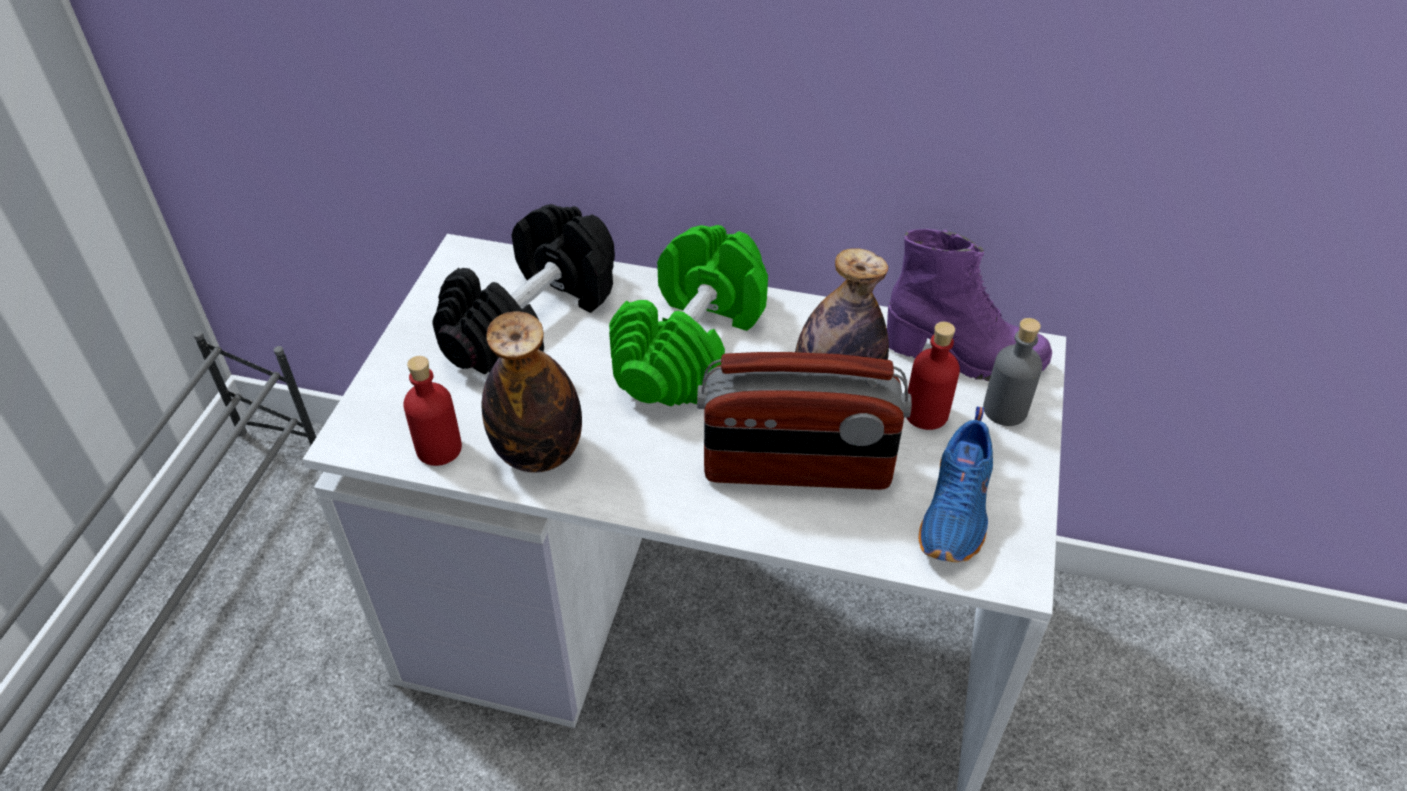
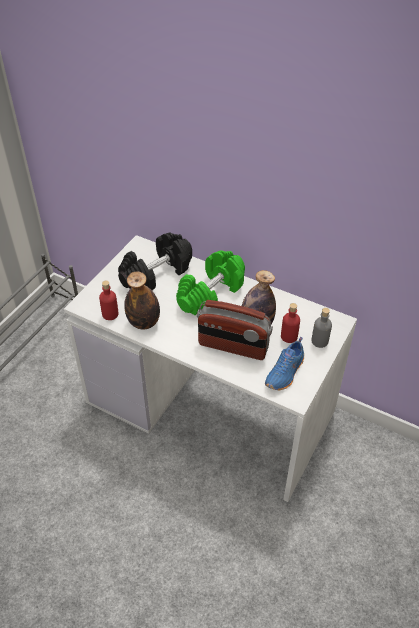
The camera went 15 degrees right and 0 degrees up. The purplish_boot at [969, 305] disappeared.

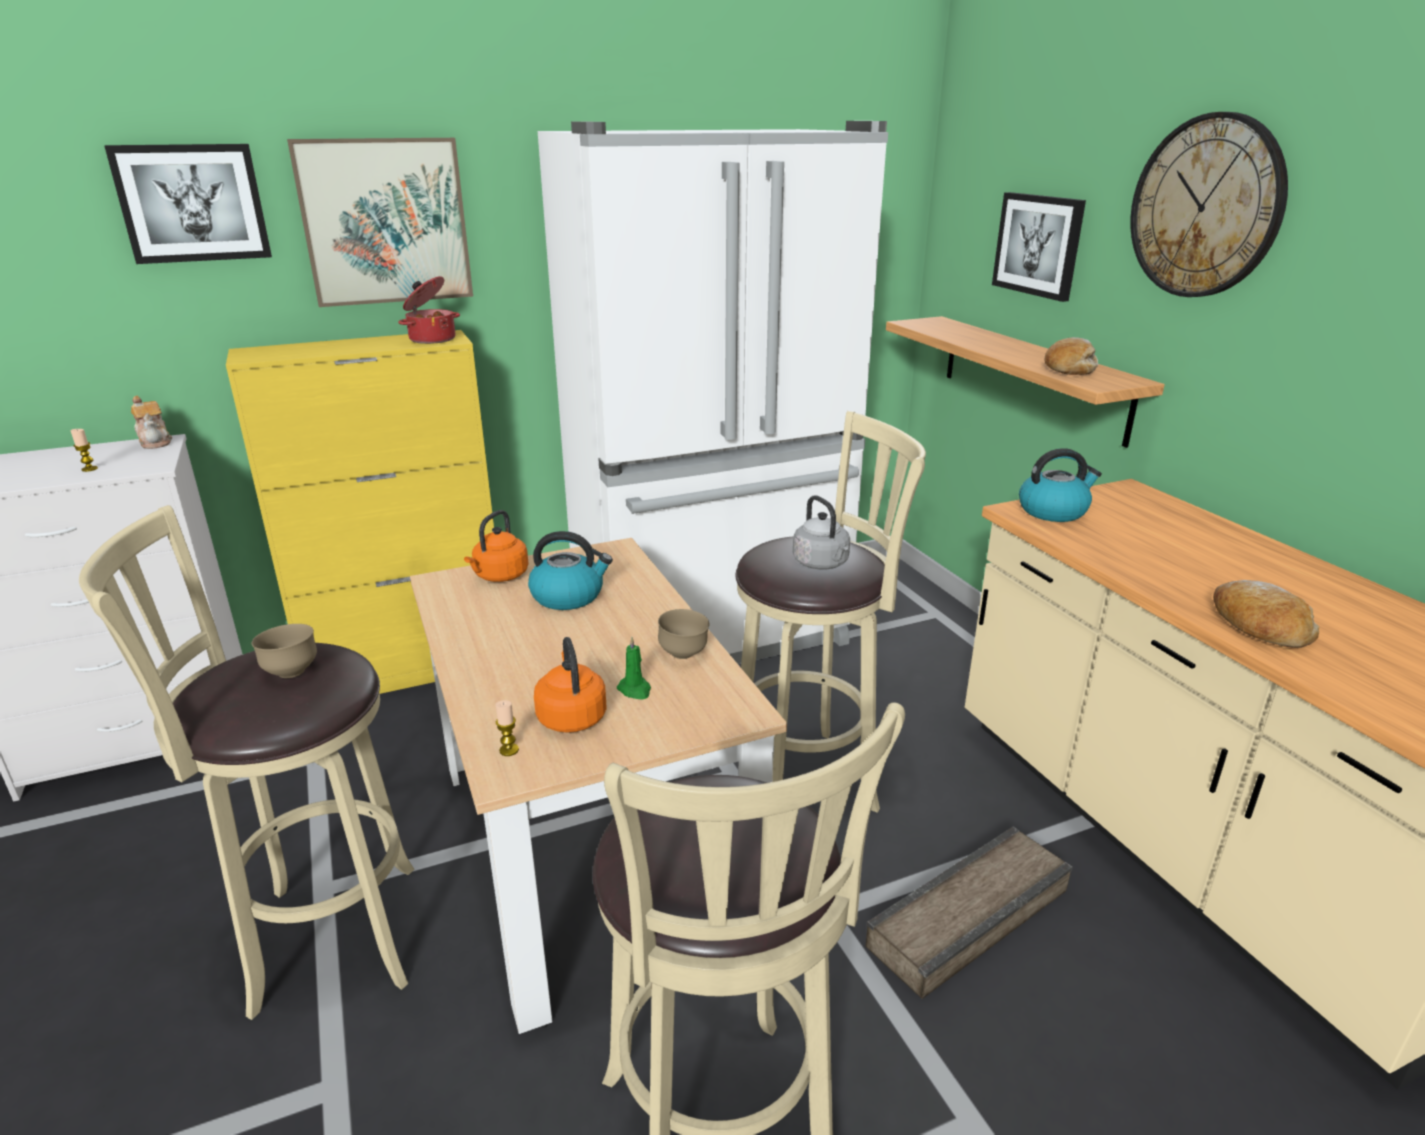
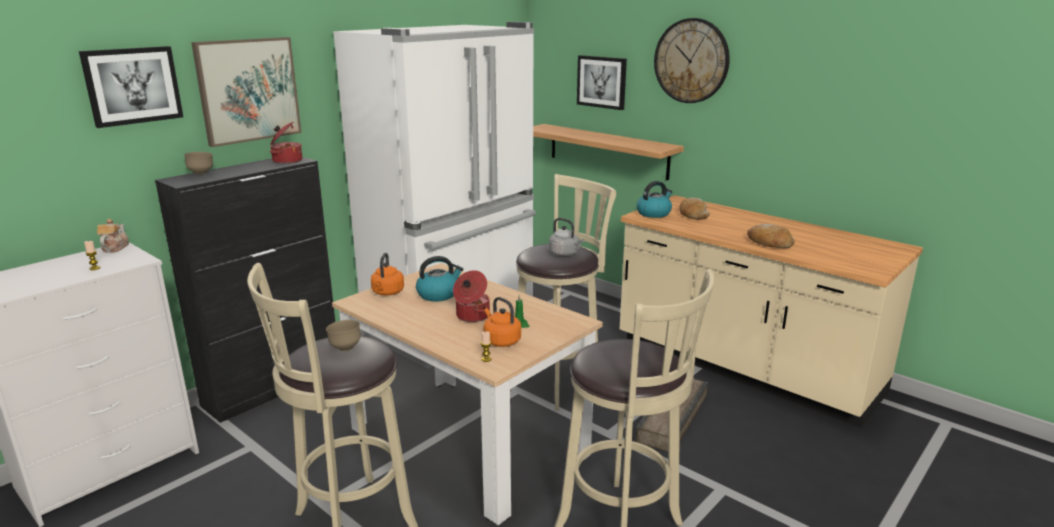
The camera went 25 degrees left and 5 degrees down. The tea_pot at [151, 422] turned 120 degrees counterclockwise. The yellowish_cupboard at [360, 512] became the black-coloured_cupboard at [245, 290]. The brownish_bowl moved from [683, 634] to [198, 163]. The saucepot at [471, 296] appeared. The bread moved from [1072, 356] to [694, 208].

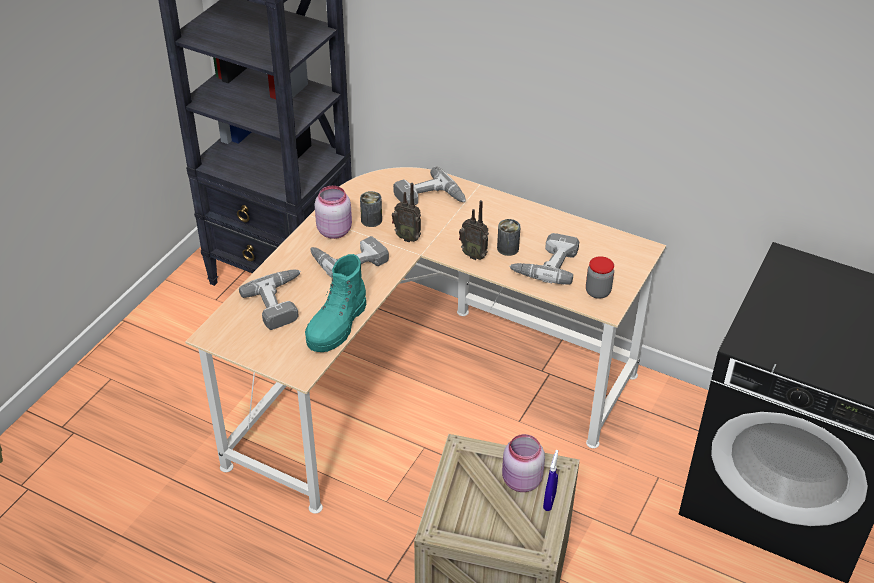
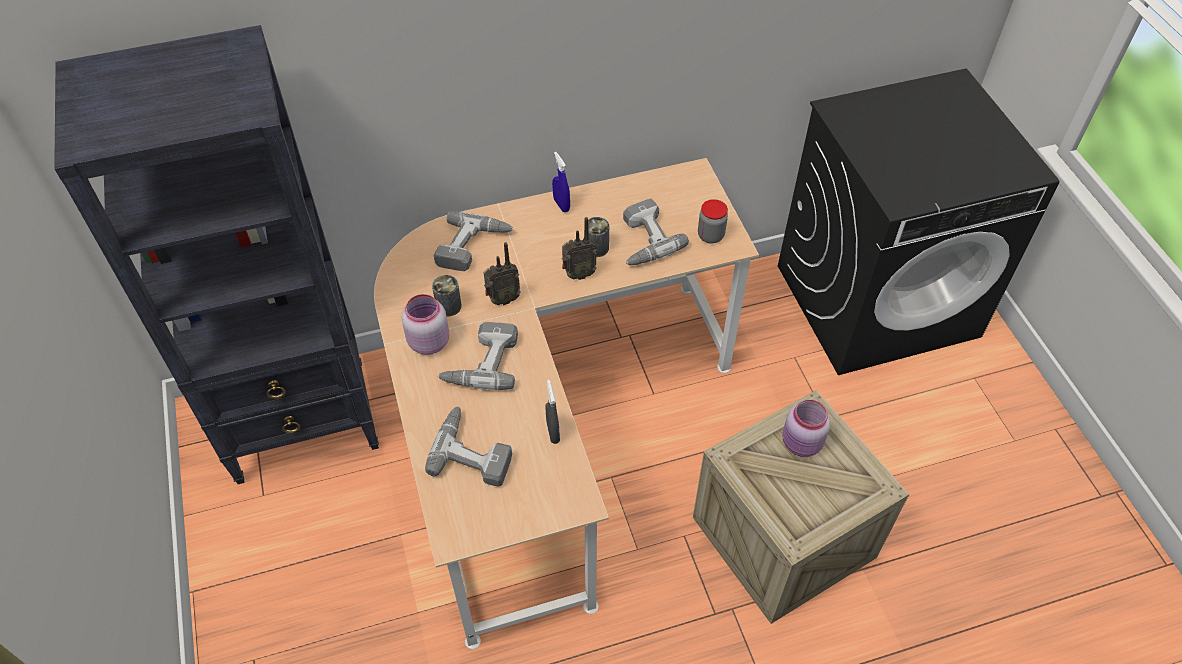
The camera went 45 degrees left and 10 degrees up. The turquoise-coloured_boot at [335, 303] was replaced by the greyish_sprayer at [552, 412]. The blue_sprayer moved from [550, 480] to [561, 182].

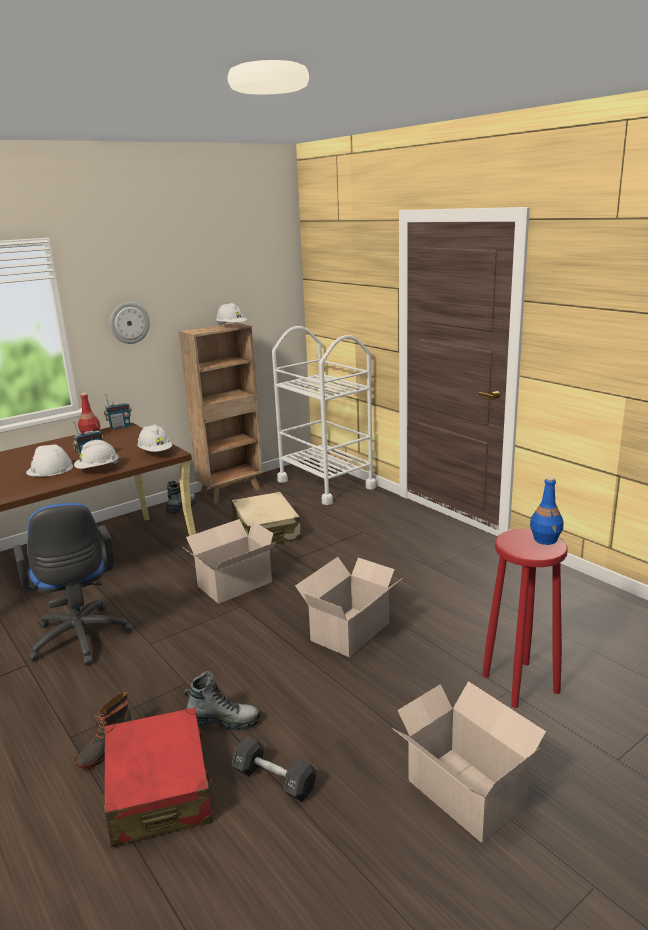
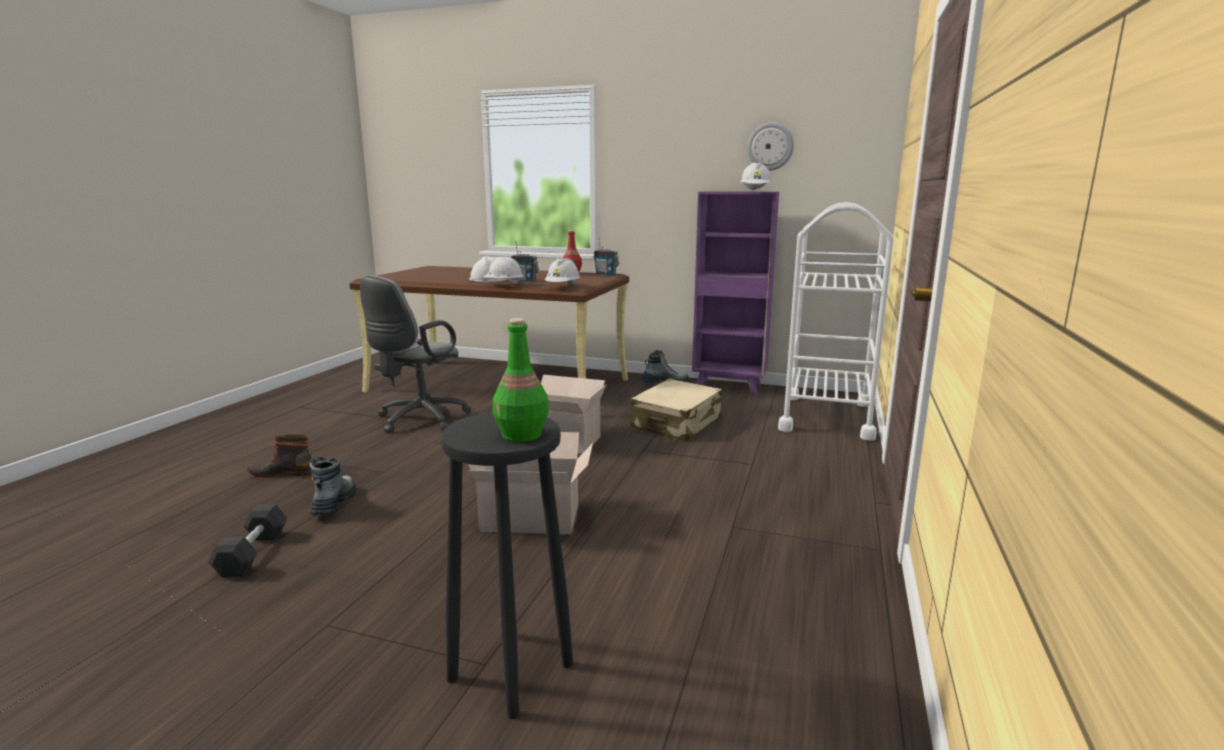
The camera went 55 degrees right and 5 degrees down. The boot at [222, 701] turned 150 degrees counterclockwise. The blue_desk_chair at [73, 584] became the greyish_desk_chair at [415, 354]. The red-coloured_stool at [525, 618] became the black-coloured_stool at [507, 565]. The blue_drink_bottle at [547, 510] became the green-coloured_drink_bottle at [521, 380]. The brownish_shelving_unit at [221, 412] became the purplish_shelving_unit at [735, 294]. The wall_clock moved from [130, 323] to [770, 146]. The red-coloured_suitcase at [158, 777] disappeared. The carton at [469, 762] disappeared.

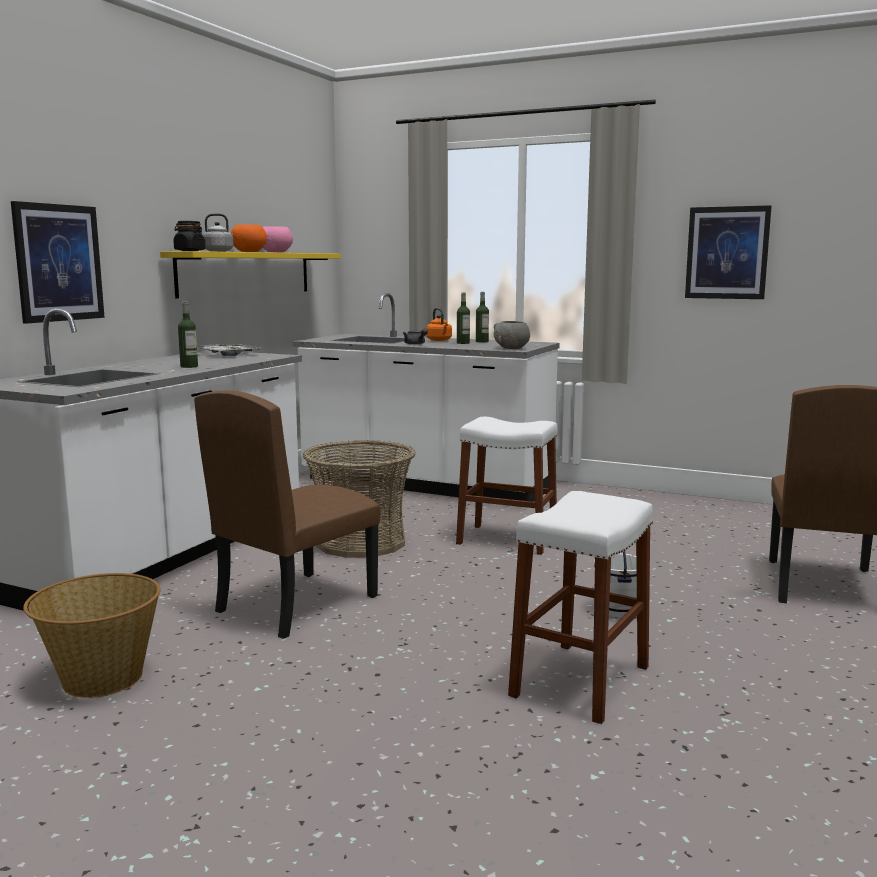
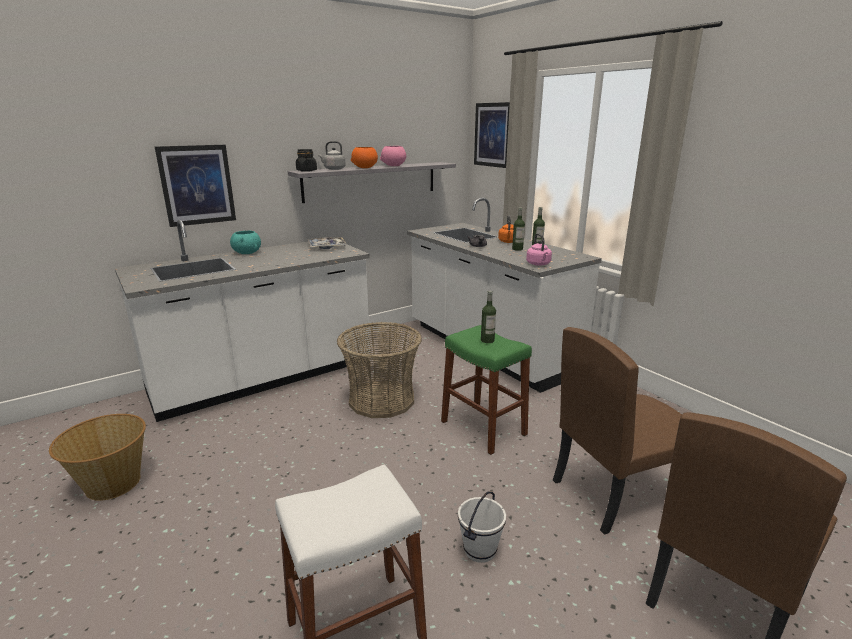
The camera went 30 degrees right and 10 degrees up. The turquoise-coloured_bowl at [245, 242] appeared. The yellowish_wall_shelf at [250, 274] became the greyish_wall_shelf at [372, 182]. The whitish_stool at [506, 486] became the green-coloured_stool at [486, 390]. The picture moved from [728, 252] to [492, 135]. The drink_bottle moved from [188, 334] to [488, 317]. The greyish_bowl at [512, 335] was replaced by the pink_water_kettle at [539, 249]. The brownish_chair moved from [287, 514] to [617, 431].

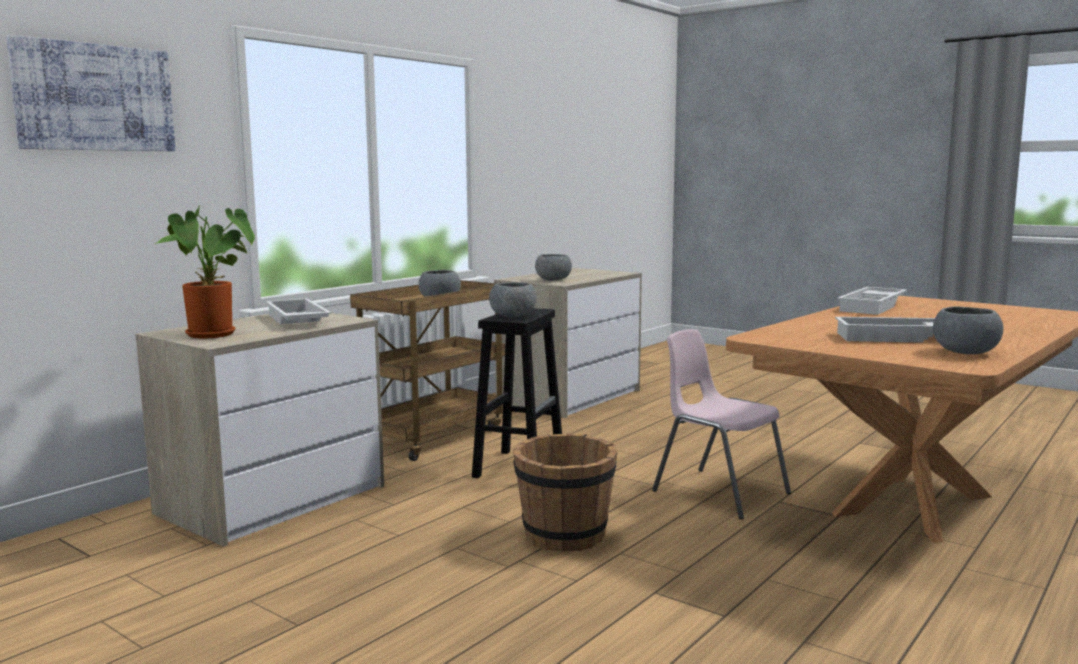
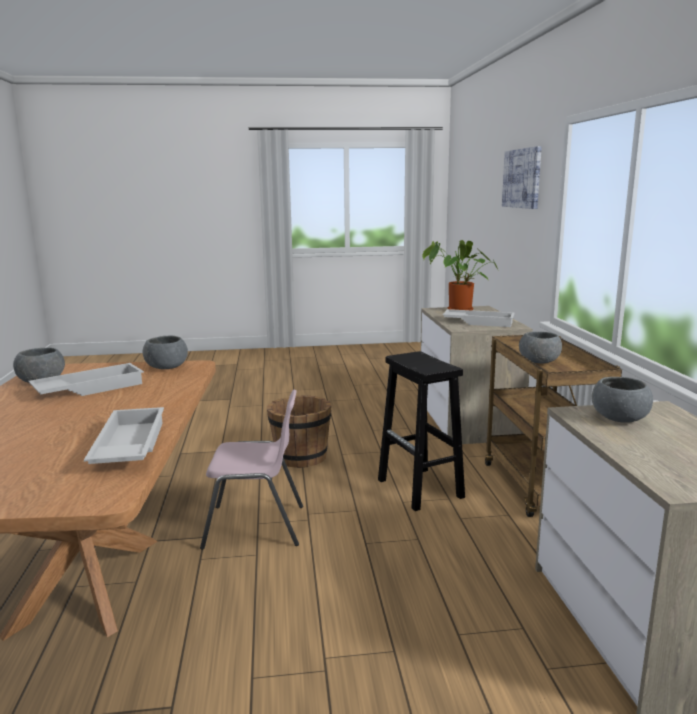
The camera went 135 degrees right and 5 degrees up. The greyish_bowl moved from [513, 300] to [165, 352].

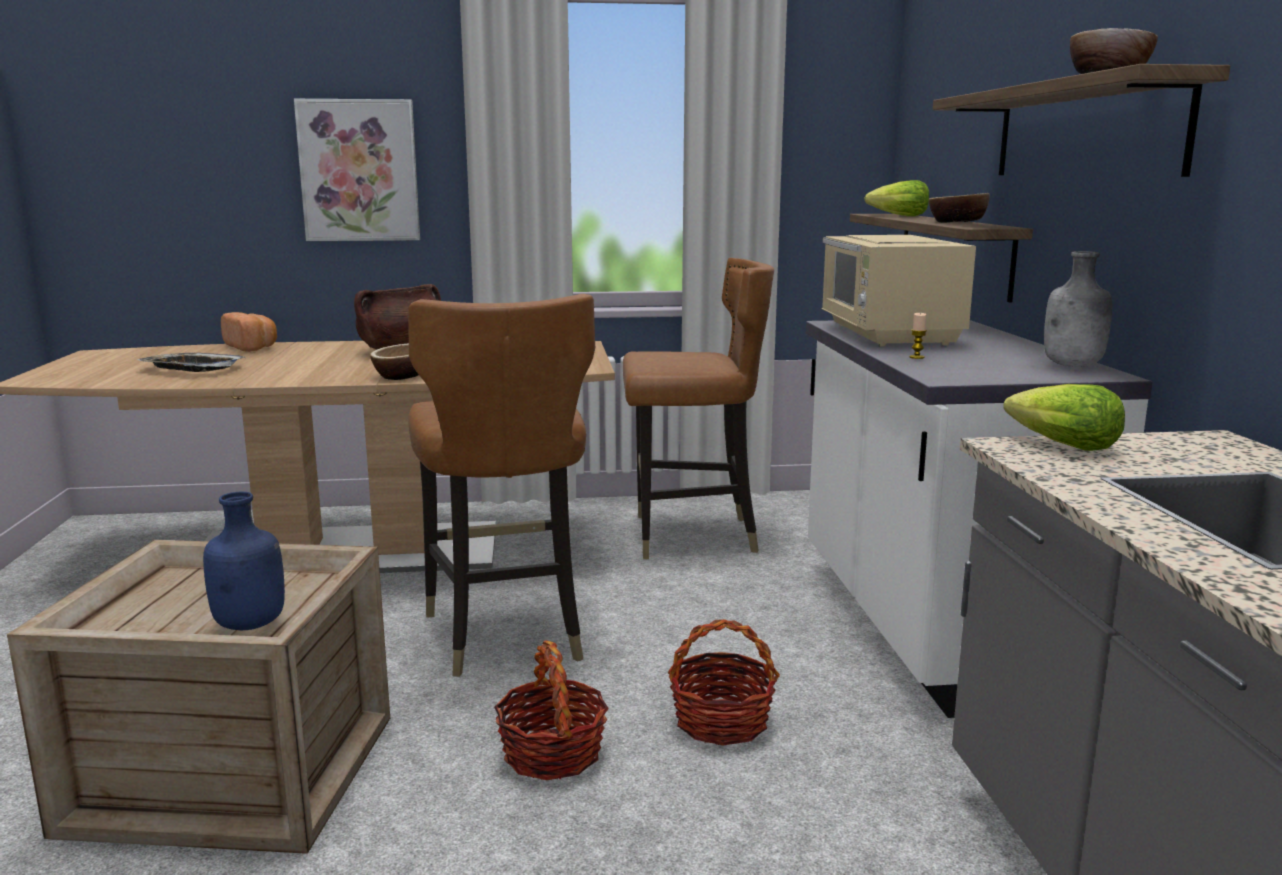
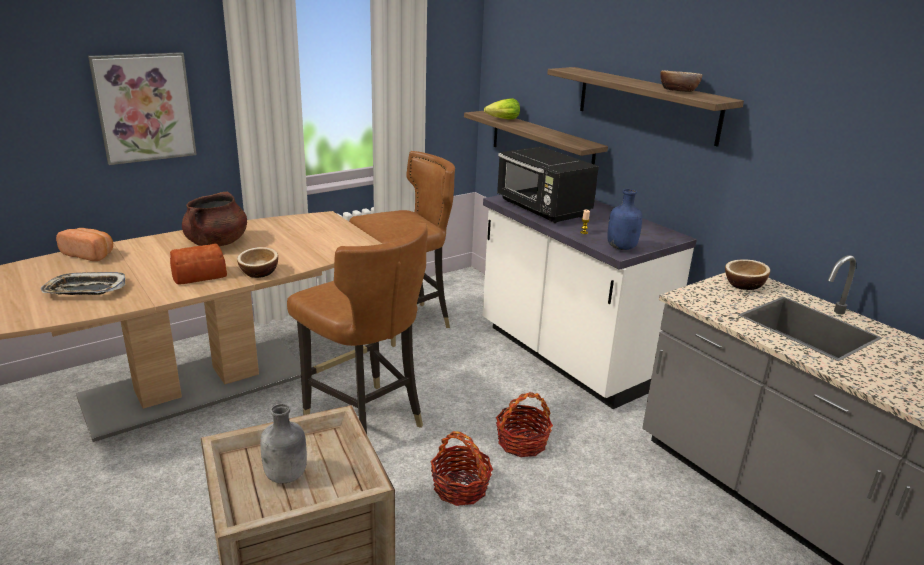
The camera went 30 degrees left and 10 degrees up. The bread at [198, 264] appeared. The greyish_drink_bottle moved from [1078, 309] to [283, 443]. The beige-coloured_microwave_oven at [898, 291] became the black-coloured_microwave_oven at [548, 184]. The blue_drink_bottle moved from [244, 561] to [624, 219]. The bowl moved from [959, 208] to [747, 274]. The head_of_lettuce at [1064, 417] disappeared.

